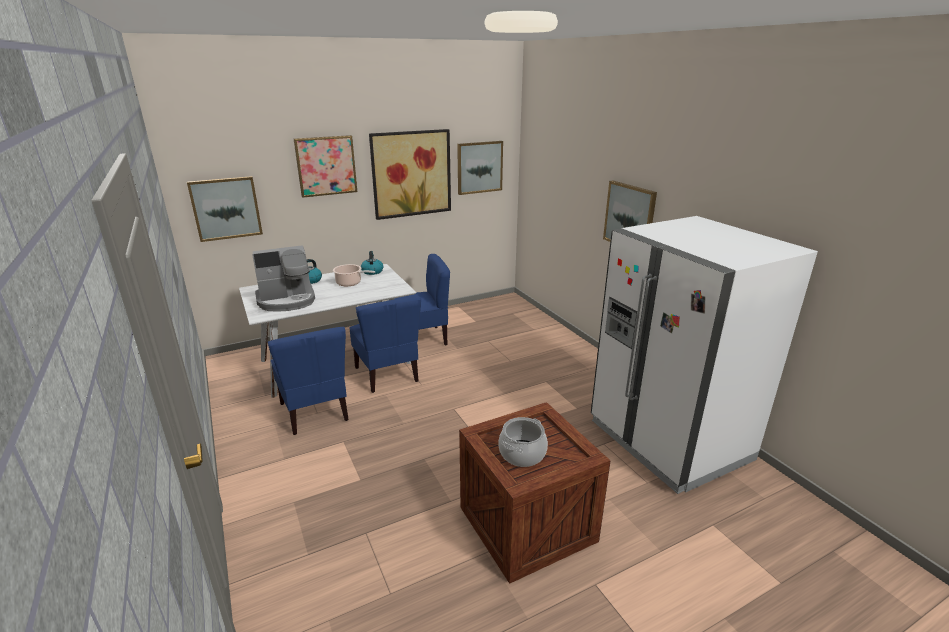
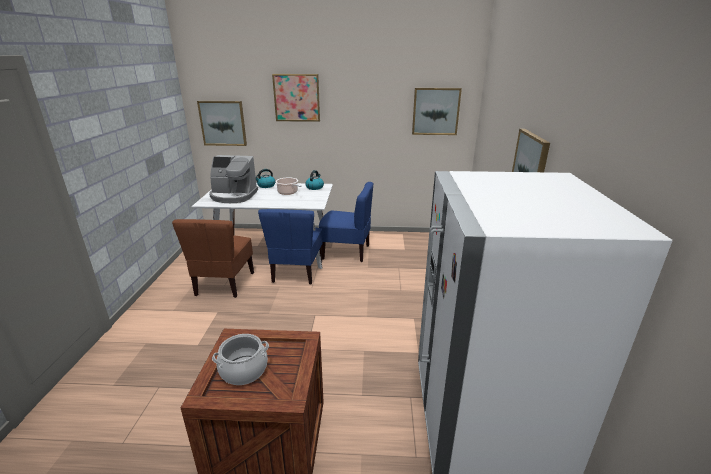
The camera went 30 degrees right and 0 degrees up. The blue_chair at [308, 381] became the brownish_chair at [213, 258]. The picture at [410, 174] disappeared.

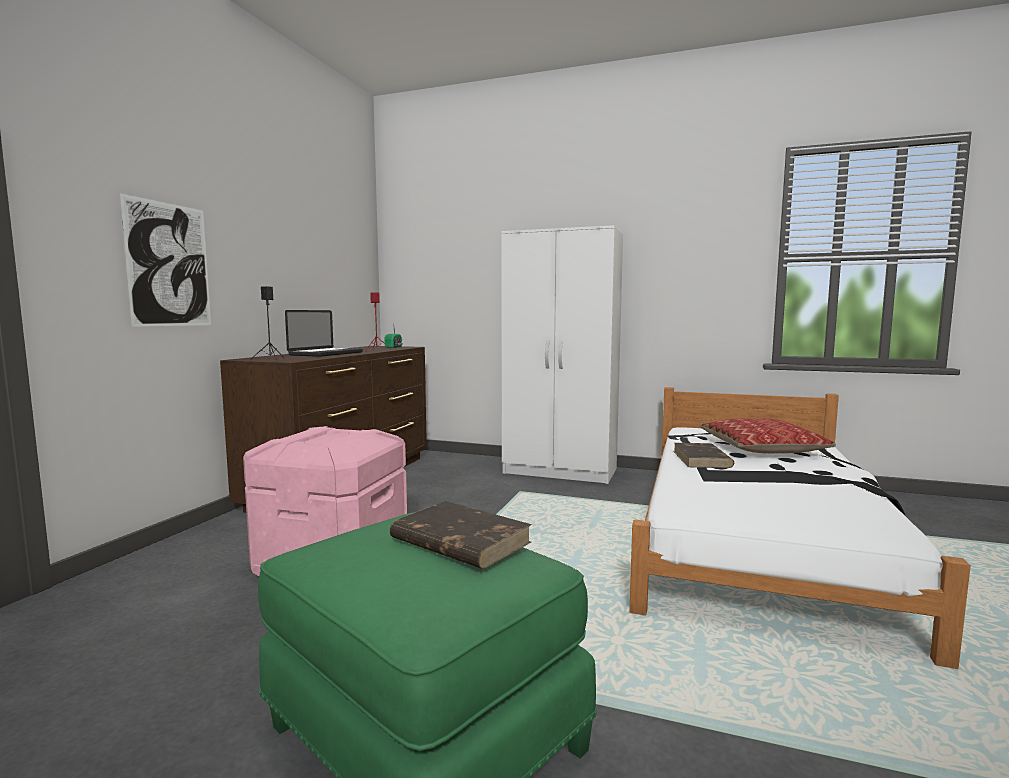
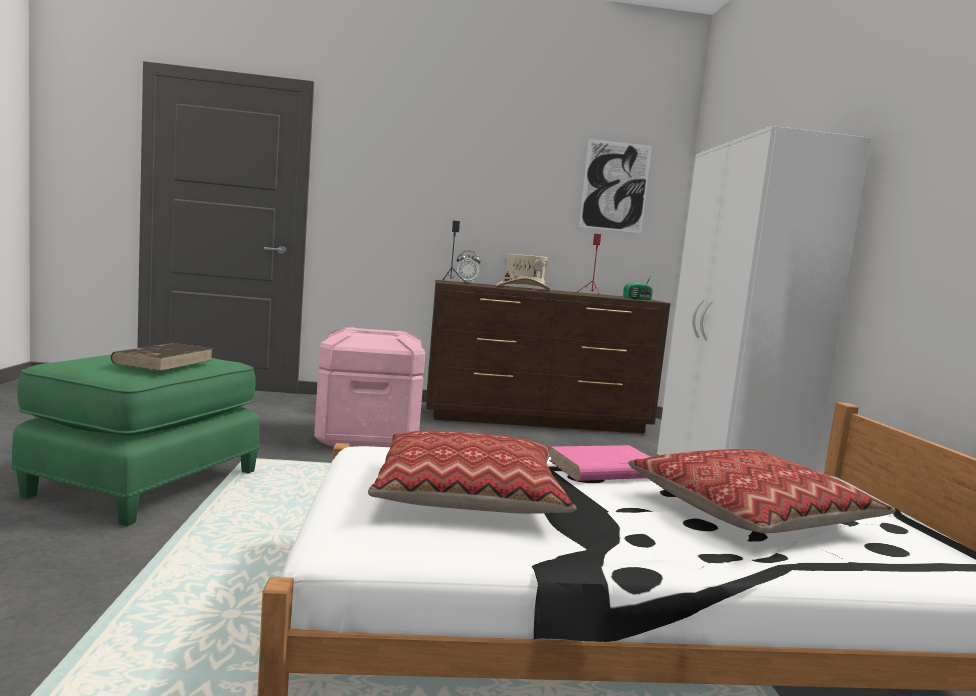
The camera went 65 degrees right and 0 degrees up. The pillow at [472, 472] appeared. The table_clock at [469, 267] appeared. The portable_computer at [324, 333] was replaced by the beige-coloured_wearable_hat at [524, 272]. The brownish_bound_book at [703, 455] became the pink_bound_book at [599, 463]. The picture moved from [165, 260] to [615, 186].

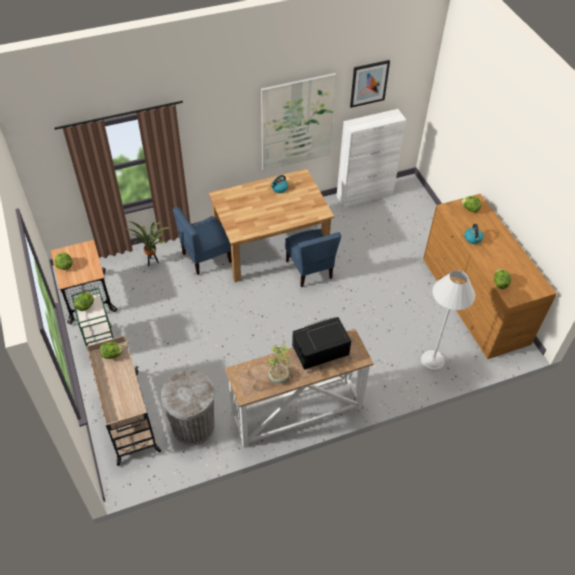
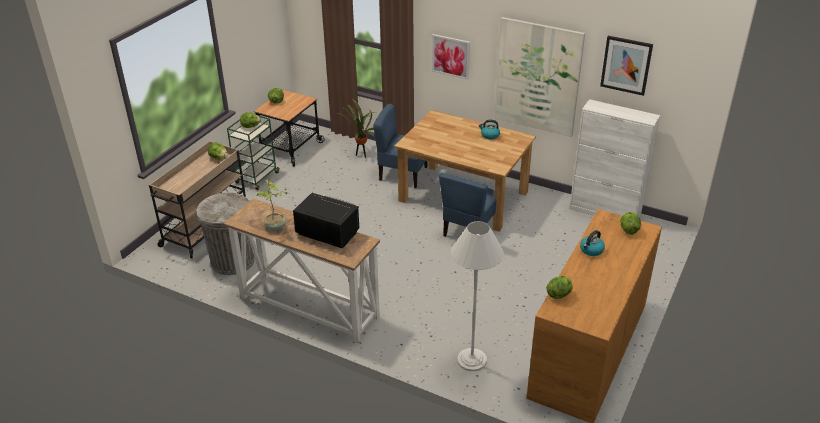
The camera went 50 degrees right and 15 degrees down. The picture at [451, 57] appeared.

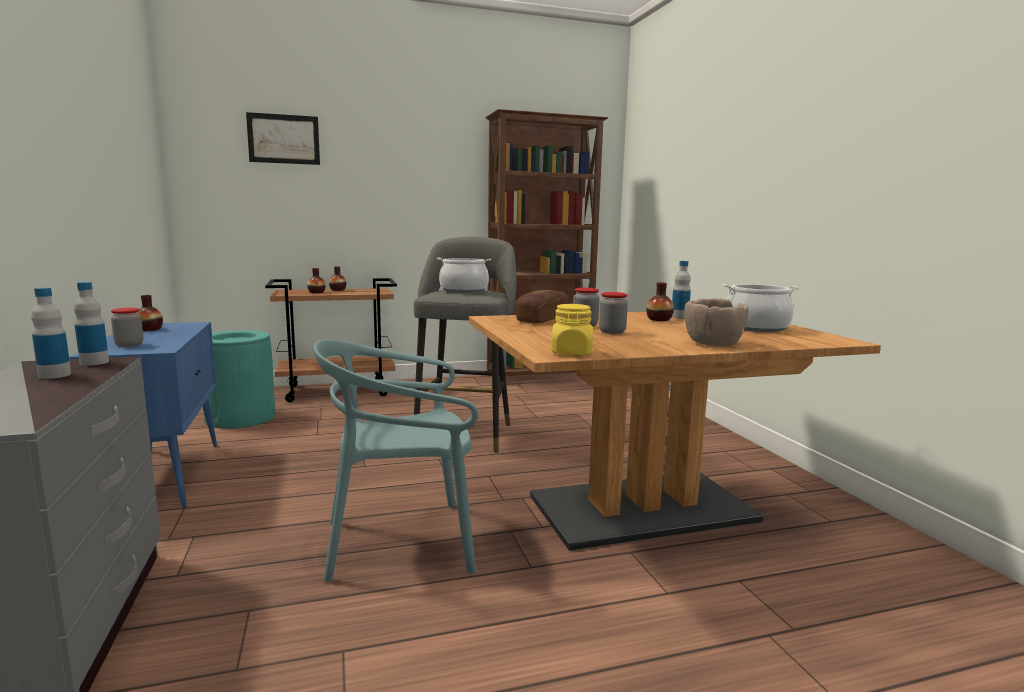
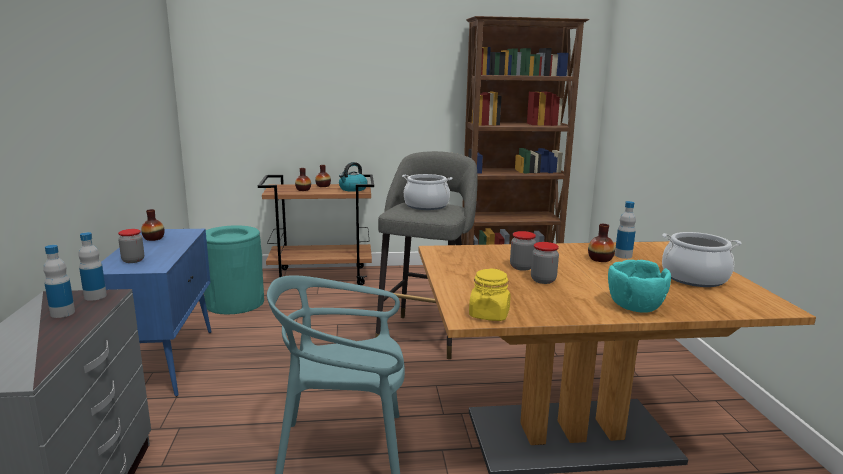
The camera went 10 degrees right and 5 degrees up. The water_kettle at [353, 177] appeared. The brownish_bowl at [716, 322] became the turquoise-coloured_bowl at [639, 286]. The picture at [283, 138] disappeared. The bread at [542, 306] disappeared.

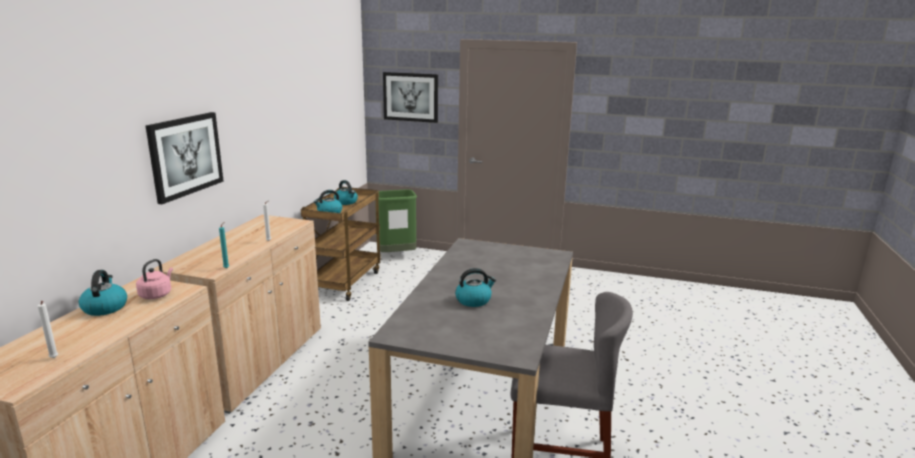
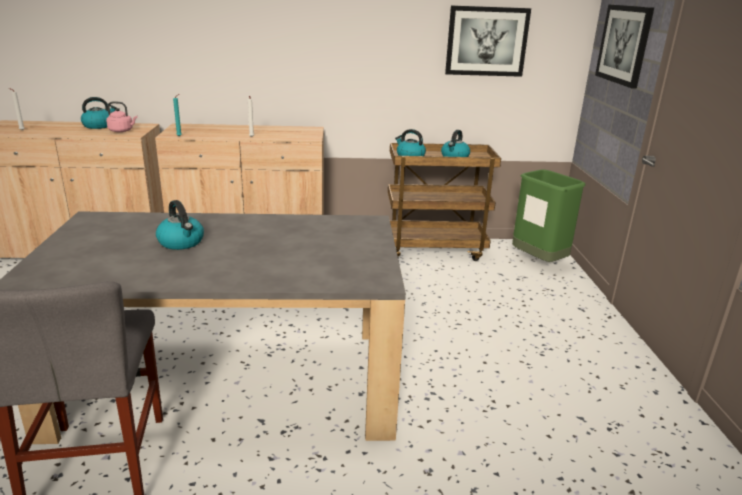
The camera went 70 degrees right and 5 degrees up. The picture moved from [185, 158] to [488, 41].

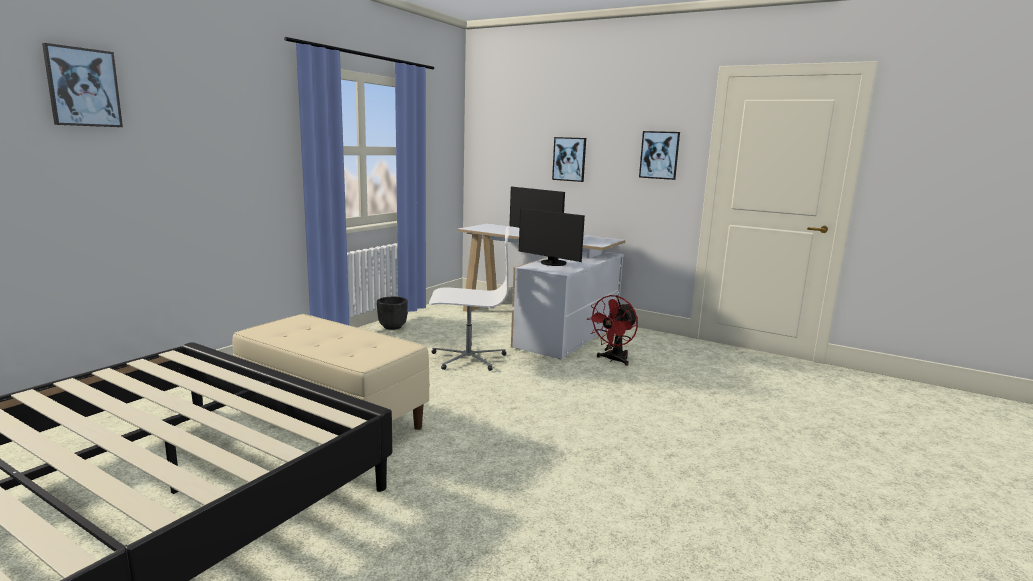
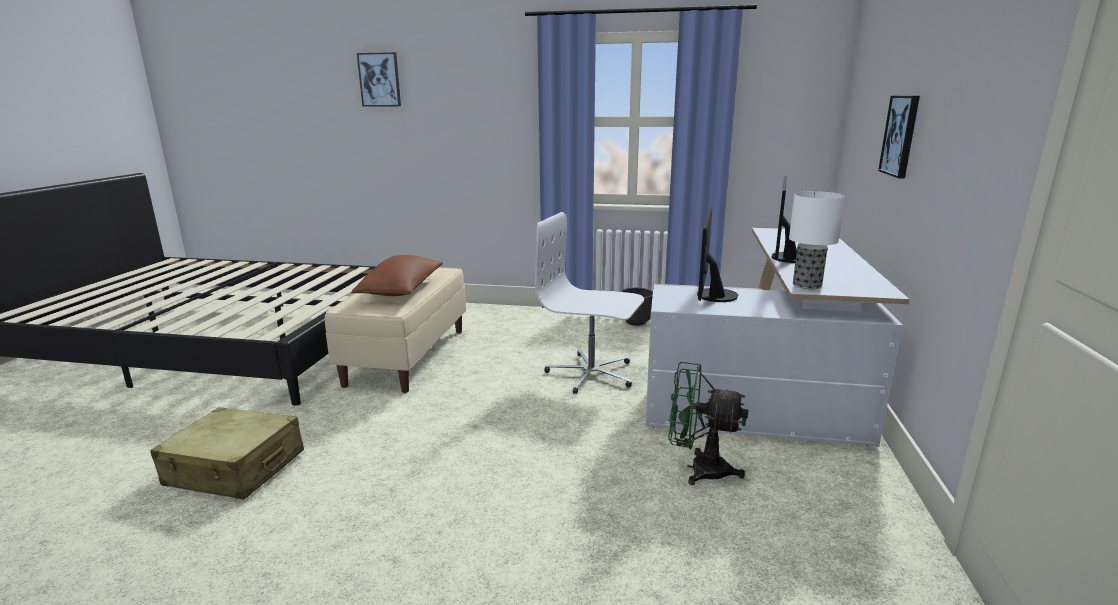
The camera went 70 degrees right and 5 degrees up. The beige-coloured_suitcase at [227, 453] appeared. The brownish_pillow at [397, 275] appeared. The whitish_desk_chair at [469, 299] turned 135 degrees clockwise. The red-coloured_fan at [612, 330] became the green-coloured_fan at [708, 423]. The table_lamp at [817, 240] appeared. The picture at [659, 155] disappeared.

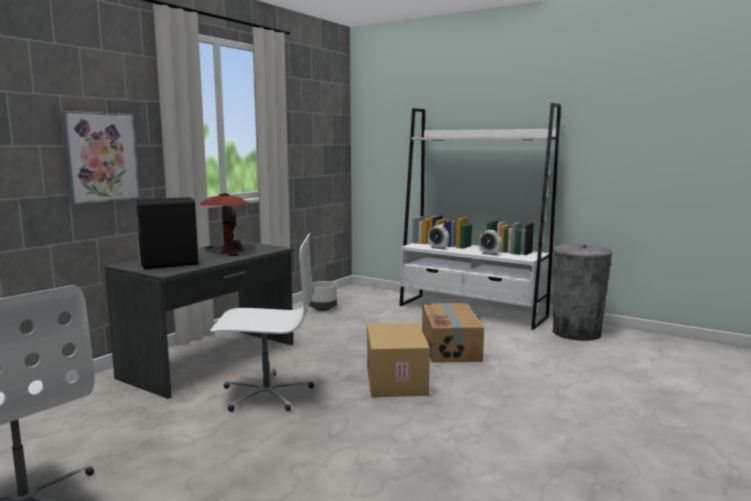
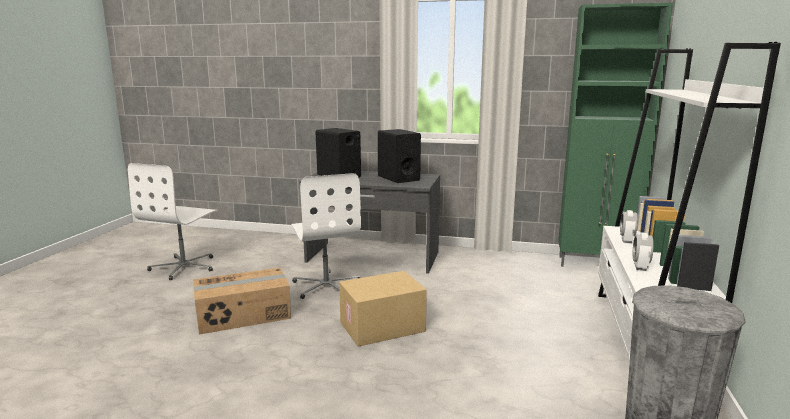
The camera went 70 degrees right and 5 degrees up. The carton moved from [453, 333] to [242, 301]. The table_lamp at [227, 224] was replaced by the black-coloured_loudspeaker at [399, 156]. The green-coloured_cupboard at [615, 135] appeared. The picture at [100, 158] disappeared. The greyish_flower_pot at [323, 296] disappeared.

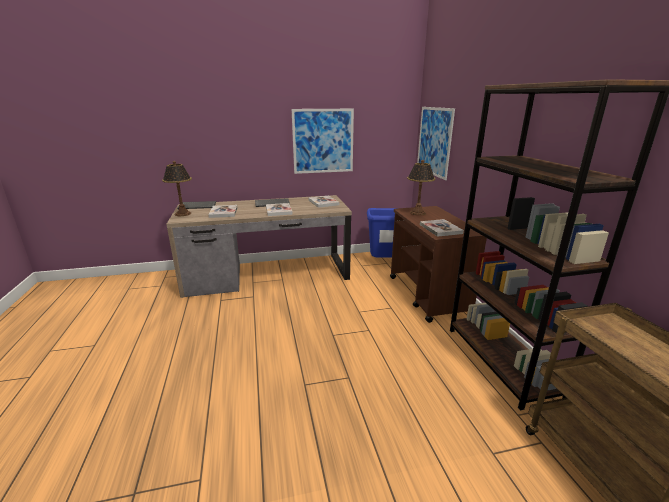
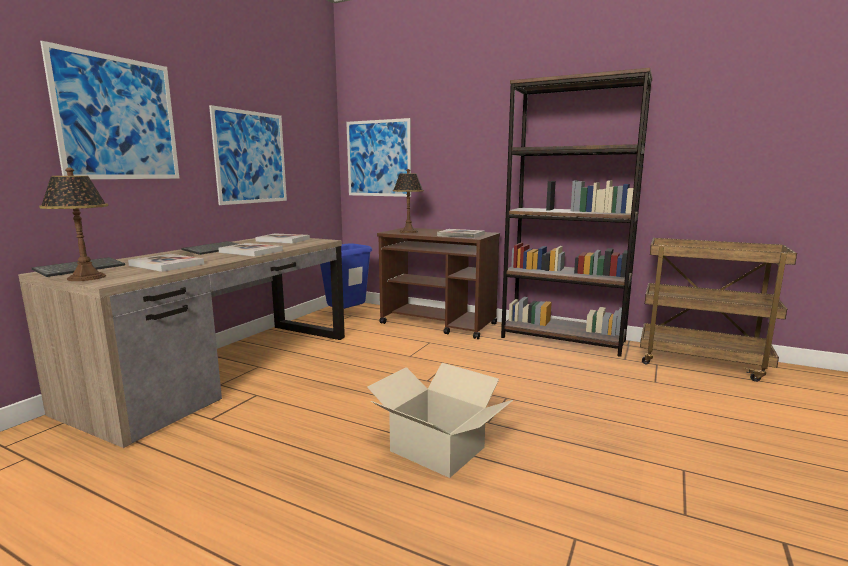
The camera went 50 degrees left and 10 degrees down. The picture at [110, 110] appeared. The carton at [440, 420] appeared.

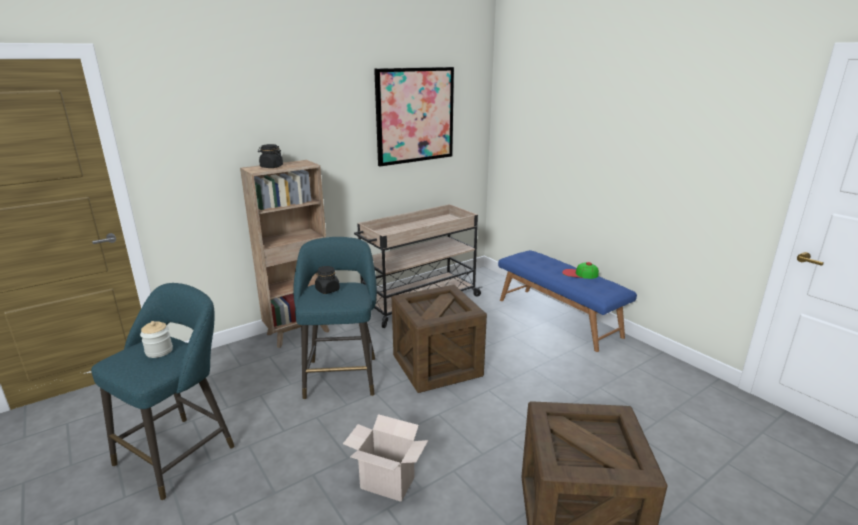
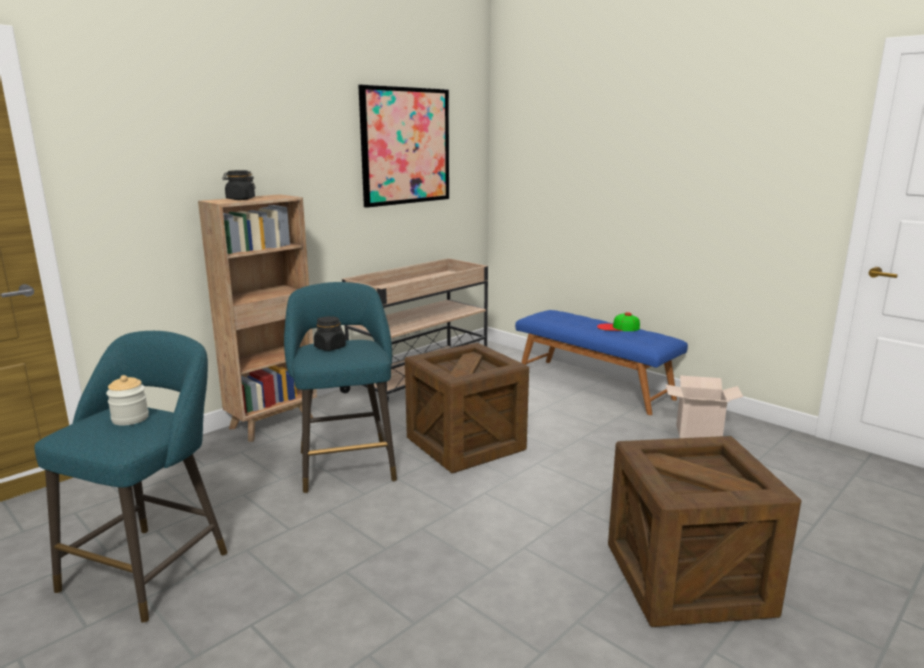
The camera went 10 degrees left and 5 degrees down. The carton moved from [385, 458] to [704, 406].

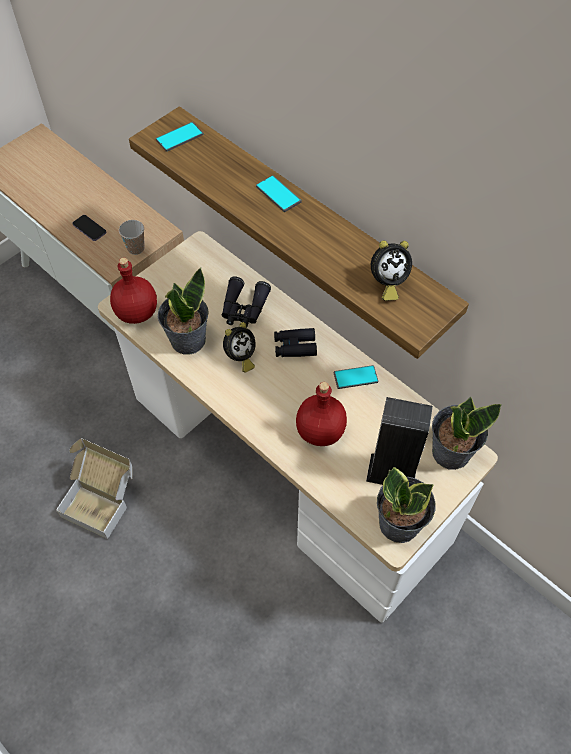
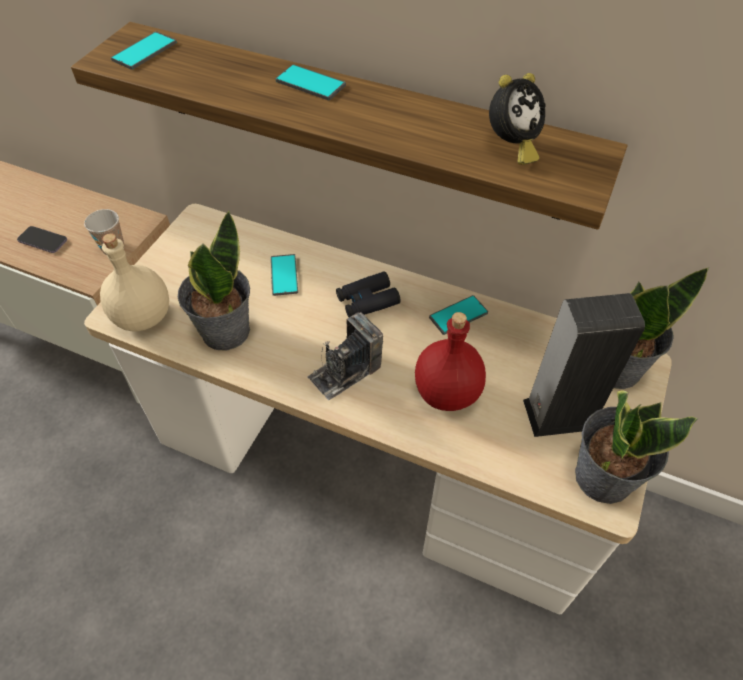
The camera went 20 degrees left and 5 degrees down. The red-coloured_drink_bottle at [133, 291] became the beige-coloured_drink_bottle at [134, 282]. The black-coloured_pair_of_binoculars at [246, 302] was replaced by the phone at [284, 275]. The photo_camera at [345, 356] appeared. The carton at [94, 488] disappeared. The table_clock at [239, 347] disappeared.

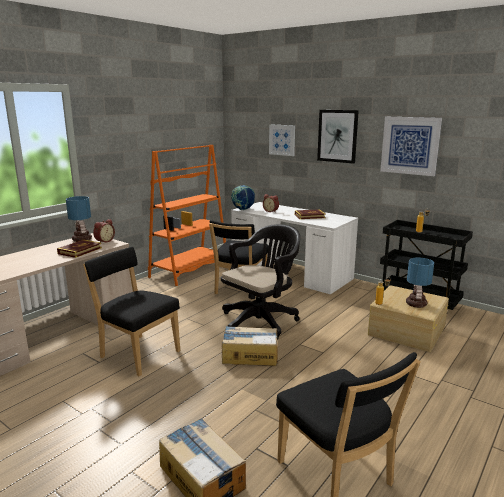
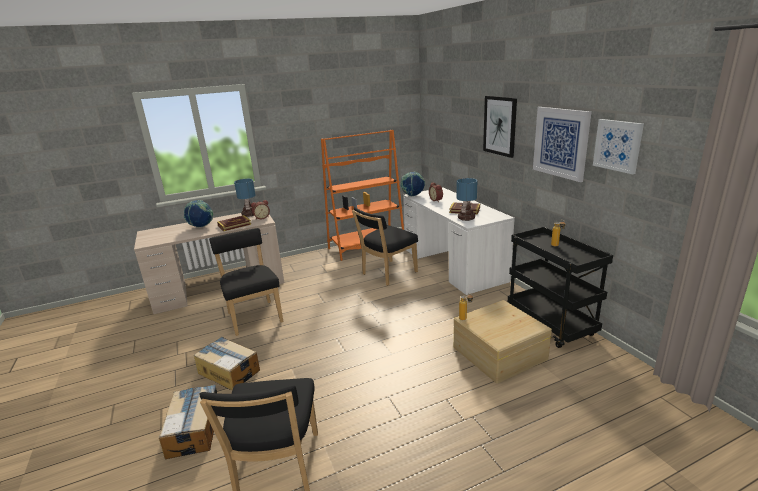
The camera went 30 degrees right and 5 degrees up. The world_globe at [198, 214] appeared. The carton moved from [250, 346] to [227, 363]. The table_lamp moved from [420, 282] to [466, 199]. The picture moved from [282, 140] to [618, 146]. The black-coloured_desk_chair at [260, 282] disappeared.

